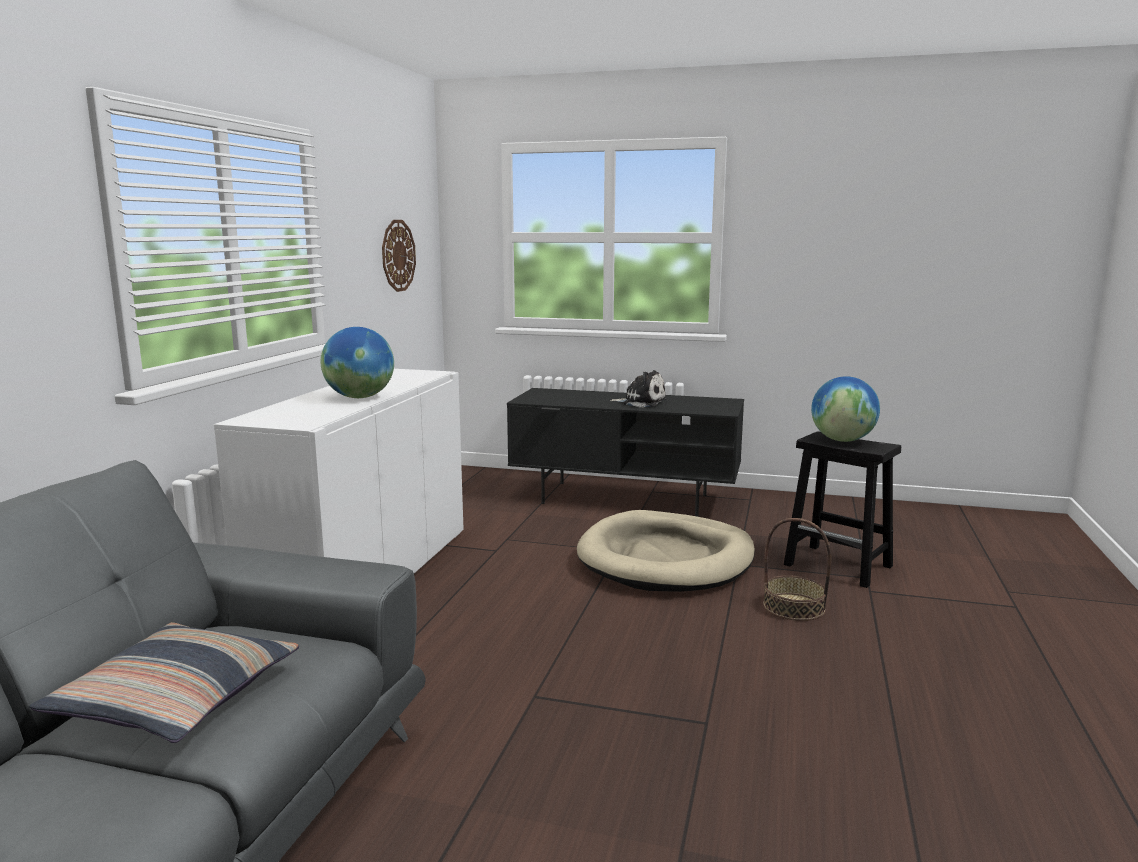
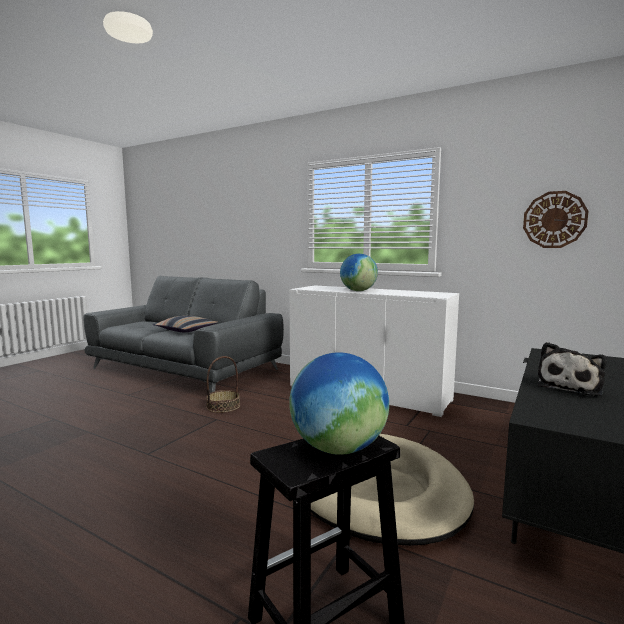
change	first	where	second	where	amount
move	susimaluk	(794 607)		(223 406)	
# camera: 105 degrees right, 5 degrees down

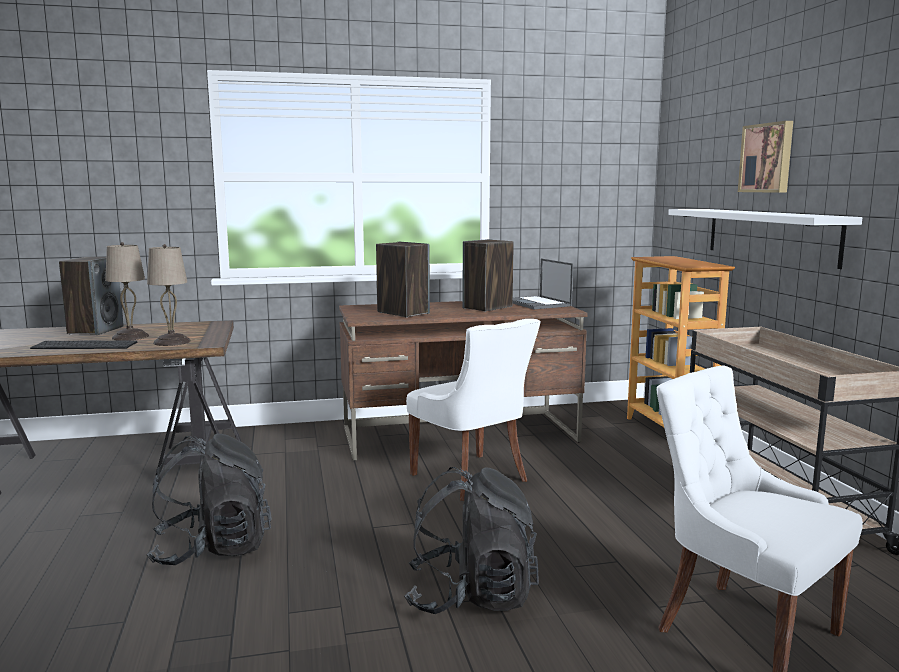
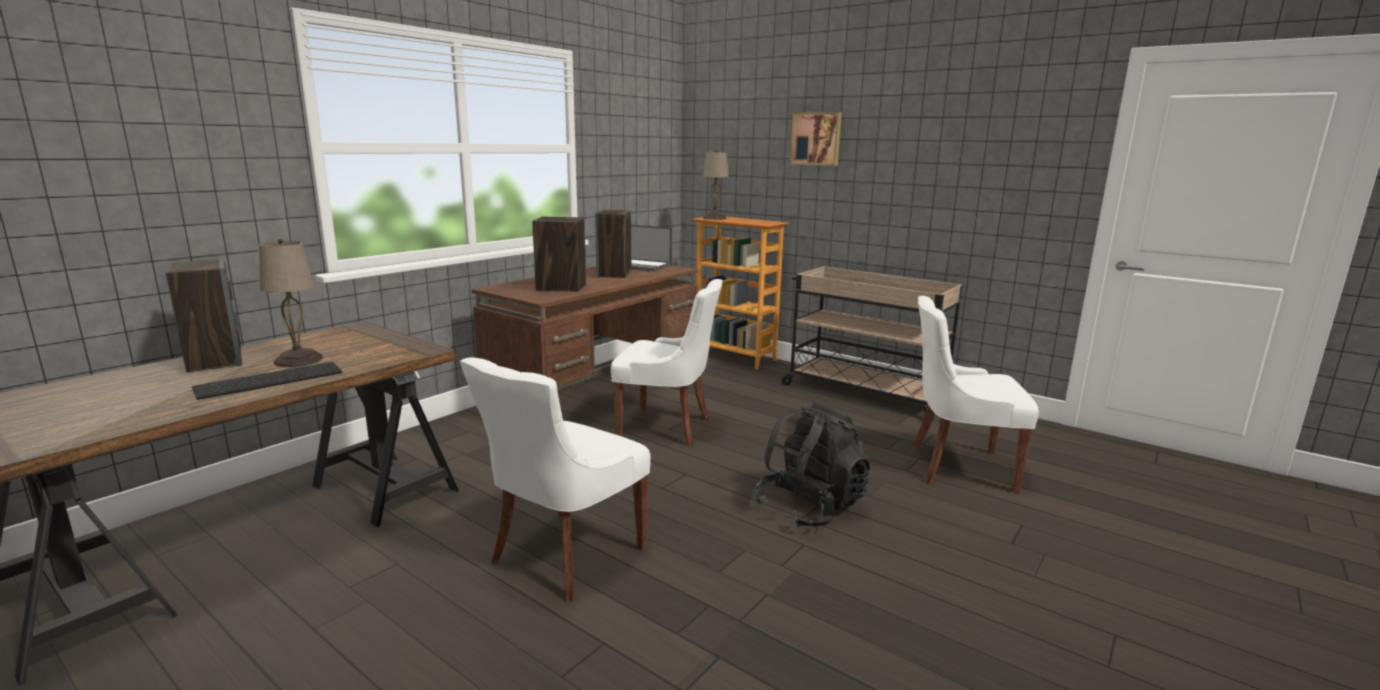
change	first	where	second	where	amount
replace	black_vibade	(212 549)	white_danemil	(564 556)	
move	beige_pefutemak	(172 342)		(715 218)	
delete	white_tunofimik	(770 235)			
# camera: 40 degrees left, 5 degrees up

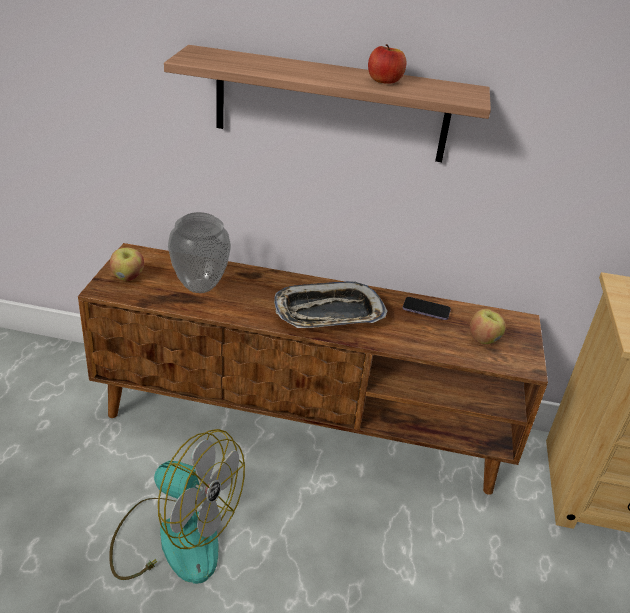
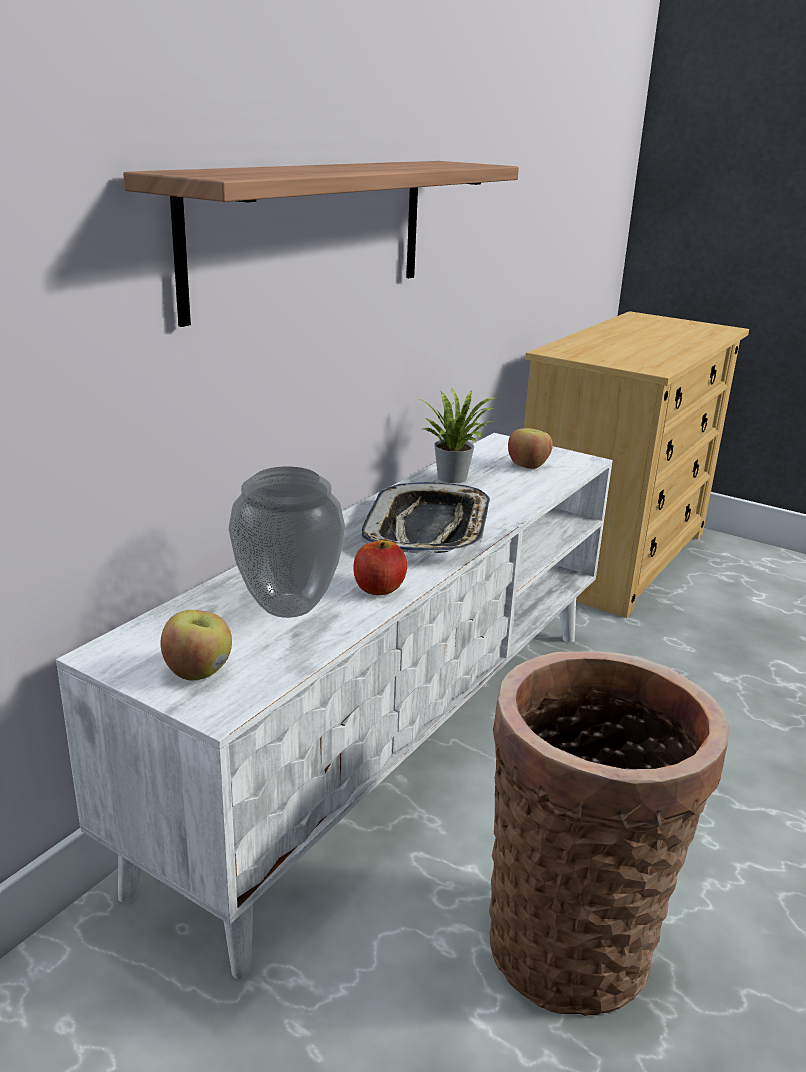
change	first	where	second	where	amount
recolor	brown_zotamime	(304 423)	white_zotamime	(394 739)	
move	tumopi	(384 81)		(379 588)	
replace	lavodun	(426 310)	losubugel	(454 476)	
replace	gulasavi	(174 537)	susimaluk	(573 938)	
# camera: 65 degrees left, 10 degrees down

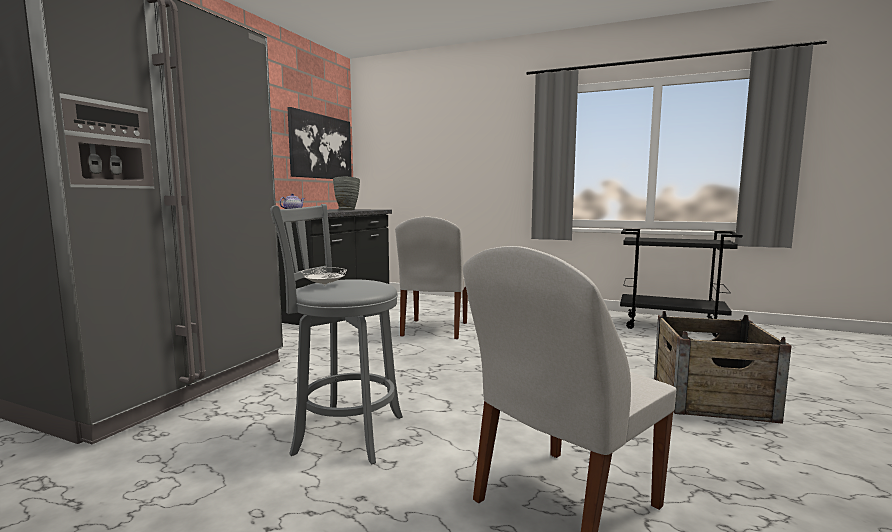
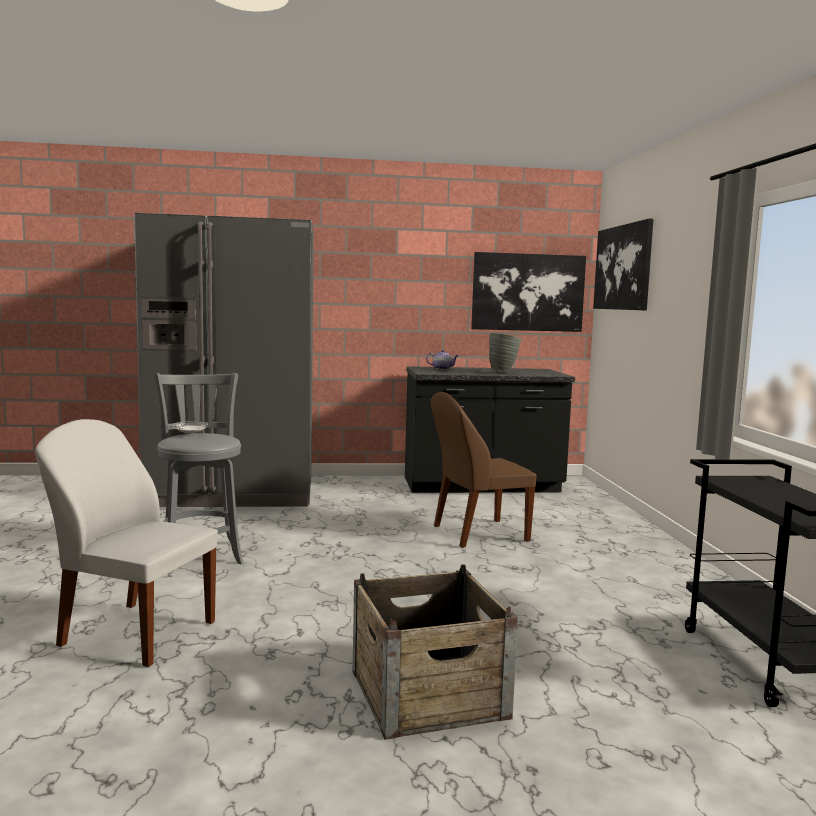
change	first	where	second	where	amount
recolor	white_danemil	(434 330)	brown_danemil	(477 534)	
insert			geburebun	(623 267)	
# camera: 60 degrees right, 0 degrees up

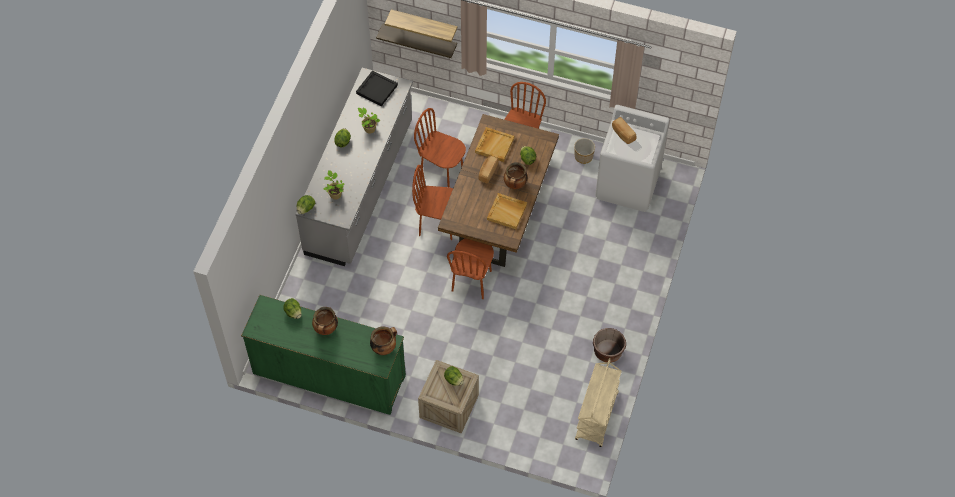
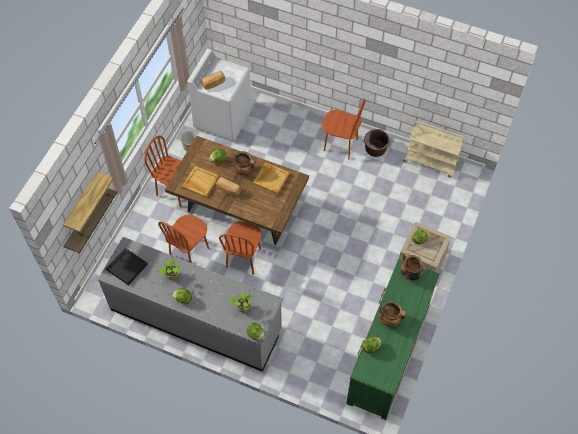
change	first	where	second	where	amount
move	brown_danemil	(472 281)		(340 145)	
# camera: 85 degrees left, 0 degrees up

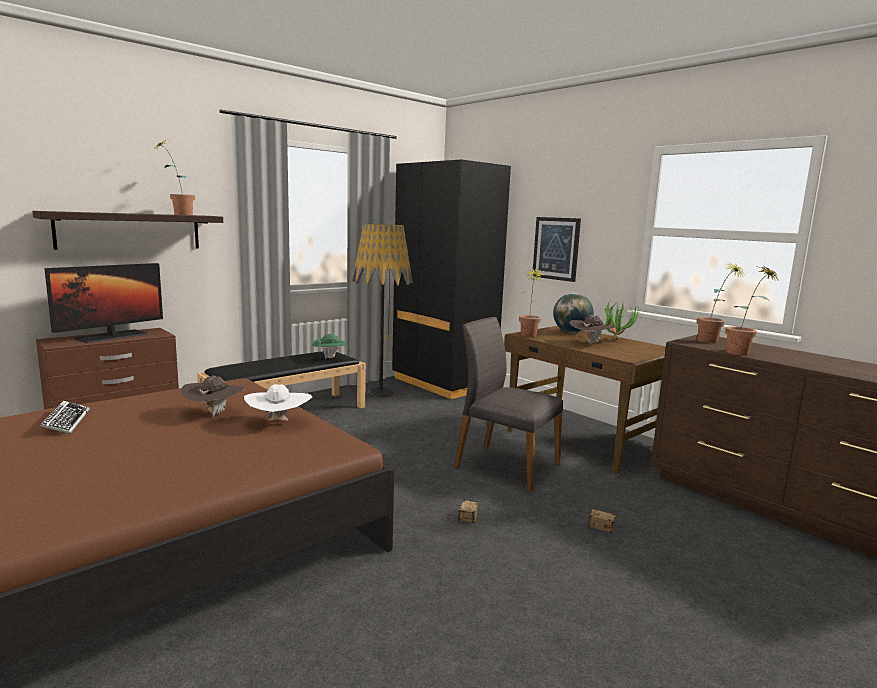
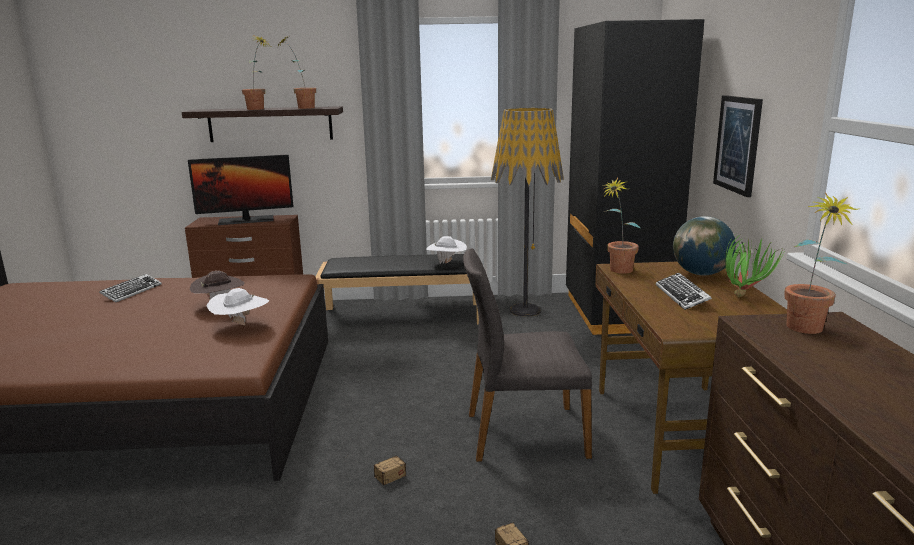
change	first	where	second	where	amount
move	losubugel	(743 352)		(259 109)	
recolor	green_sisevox	(330 358)	white_sisevox	(447 263)	
rotate	grey_danemil	(505 465)		(524 433)	75 degrees counterclockwise
replace	brown_sisevox	(591 343)	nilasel	(682 296)	
# camera: 40 degrees right, 5 degrees up

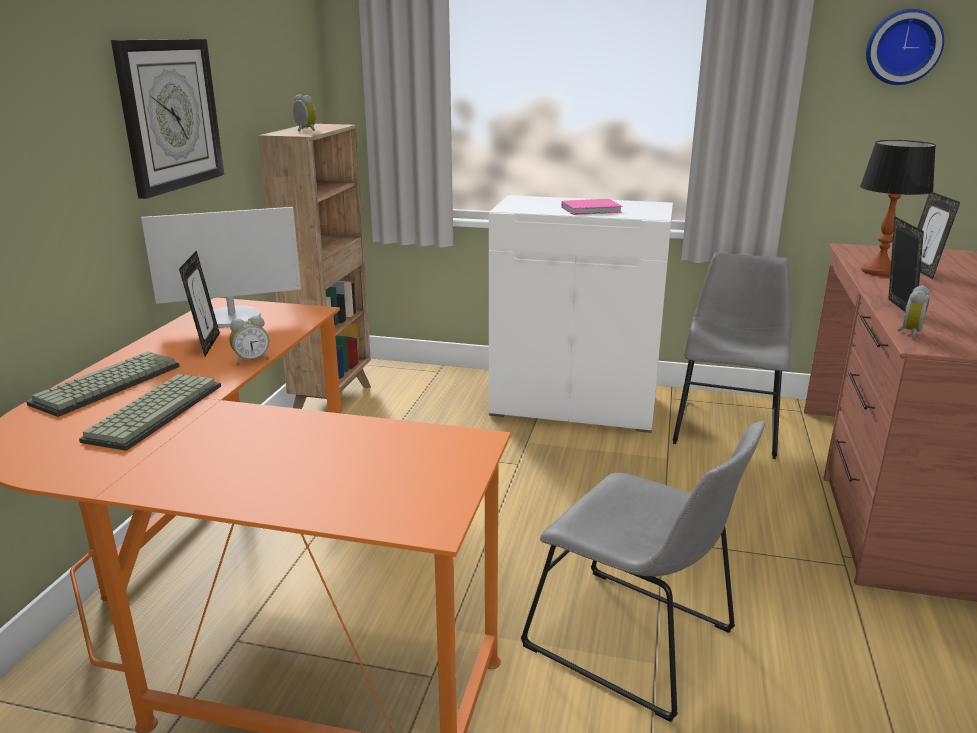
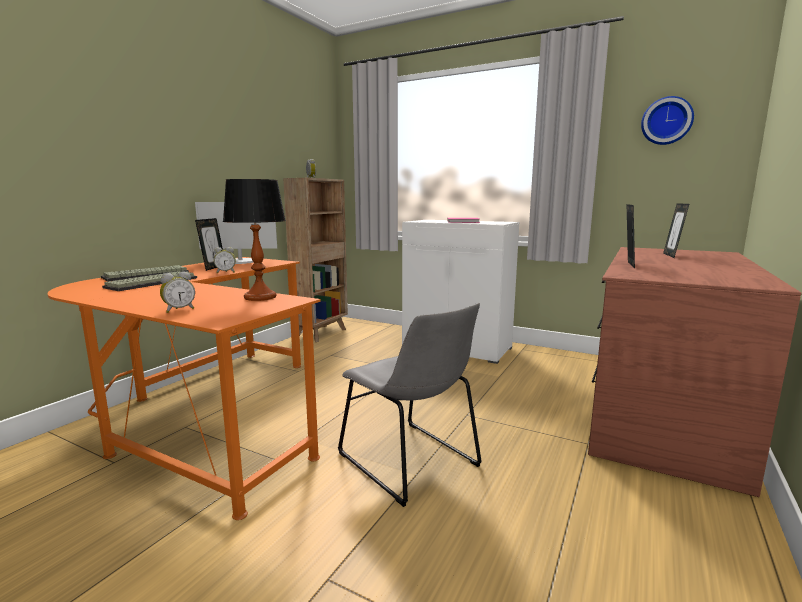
change	first	where	second	where	amount
move	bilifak	(908 333)		(179 310)	
move	pefutemak	(878 271)		(260 297)	
delete	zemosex	(170 115)			
delete	grey_danemil	(726 424)			
# camera: 15 degrees right, 10 degrees down

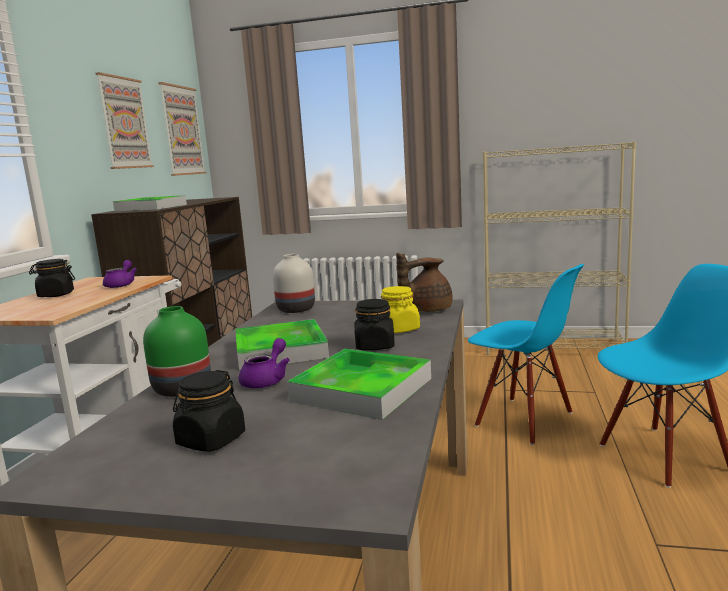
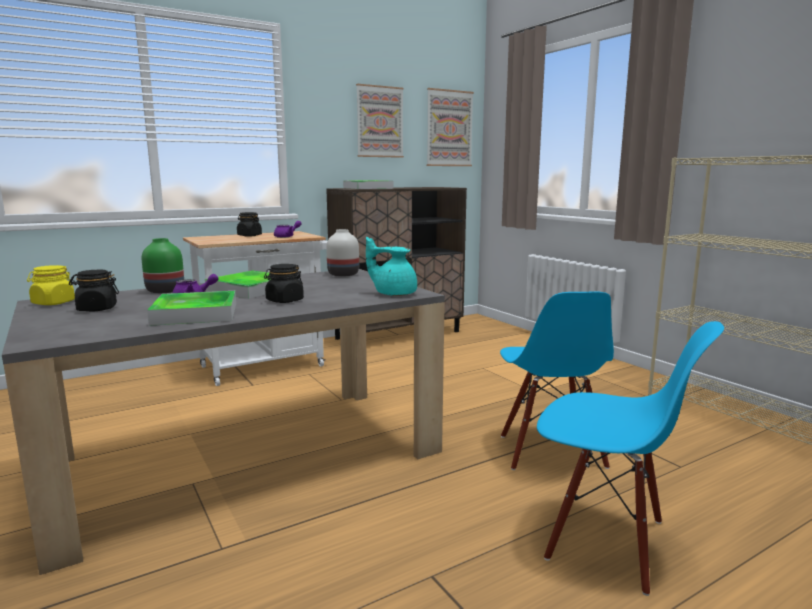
change	first	where	second	where	amount
move	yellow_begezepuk	(399 329)		(53 303)	
recolor	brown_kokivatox	(426 309)	turquoise_kokivatox	(394 293)	
# camera: 45 degrees right, 0 degrees up

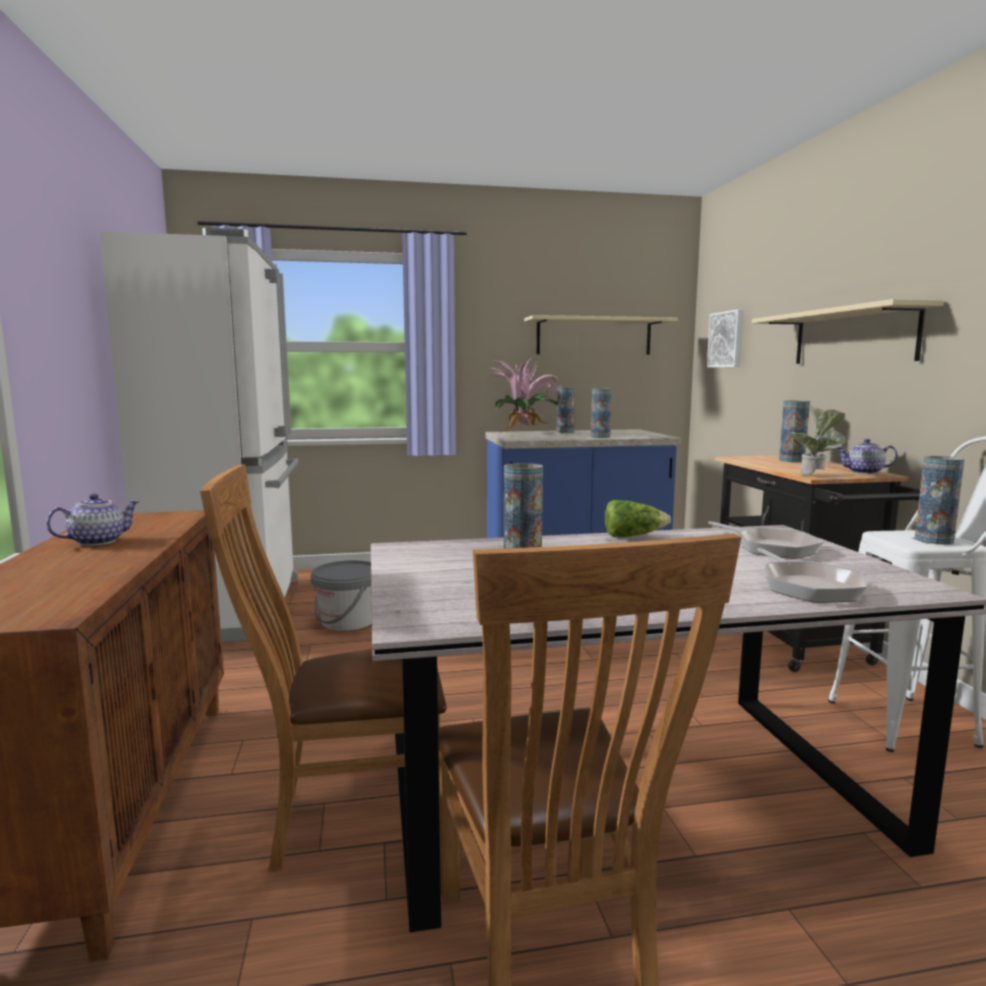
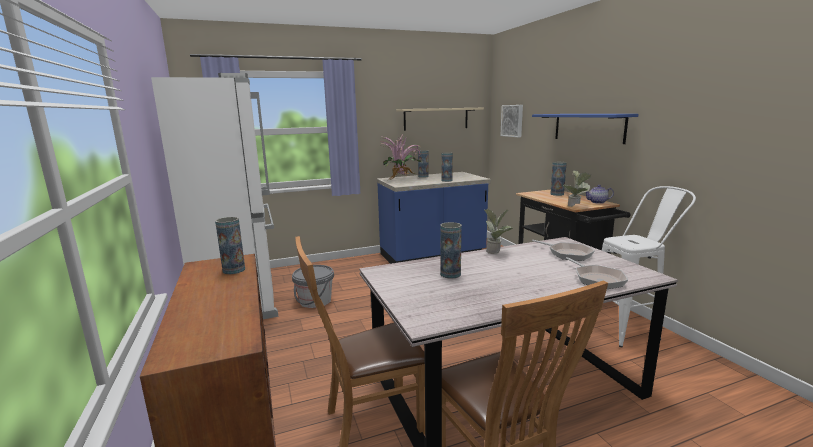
change	first	where	second	where	amount
move	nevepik	(934 540)		(234 270)	
replace	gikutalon	(633 536)	losubugel	(496 251)	
recolor	beige_tunofimik	(853 337)	blue_tunofimik	(588 127)	
delete	kokivatox	(98 541)			
# camera: 10 degrees left, 5 degrees up

